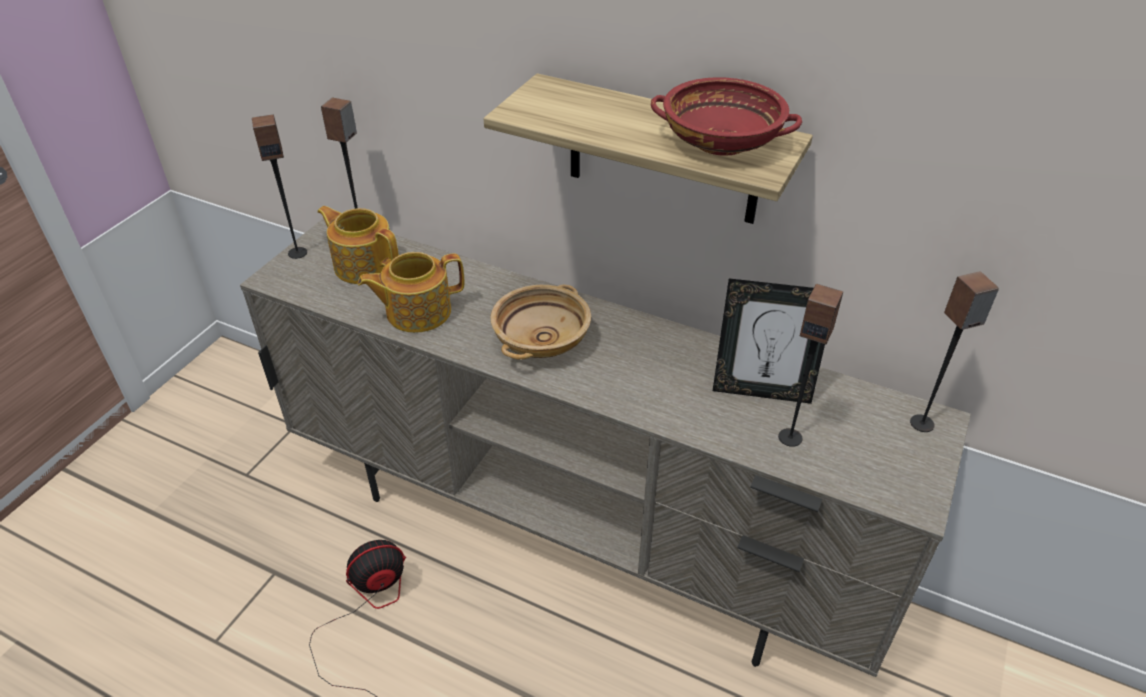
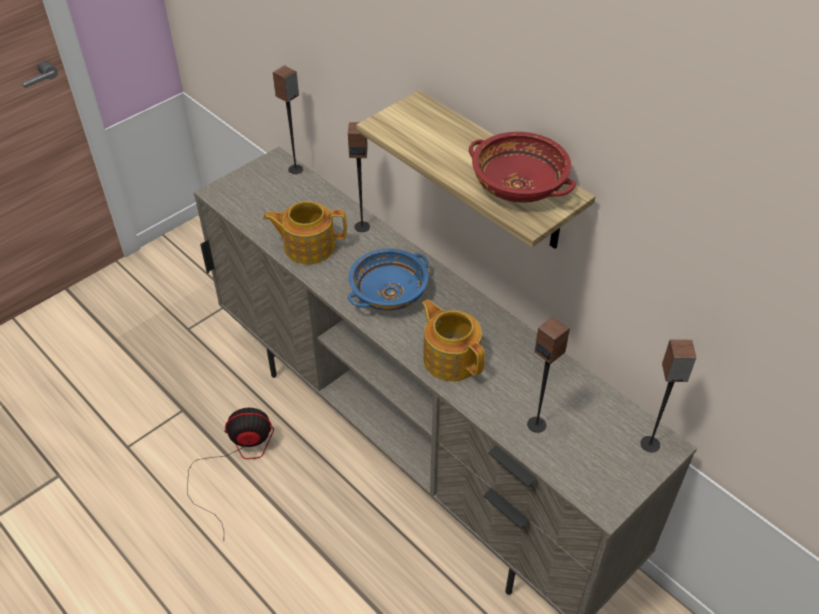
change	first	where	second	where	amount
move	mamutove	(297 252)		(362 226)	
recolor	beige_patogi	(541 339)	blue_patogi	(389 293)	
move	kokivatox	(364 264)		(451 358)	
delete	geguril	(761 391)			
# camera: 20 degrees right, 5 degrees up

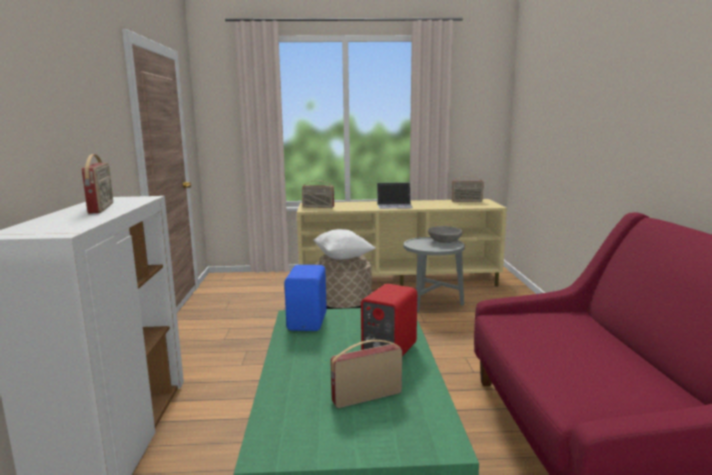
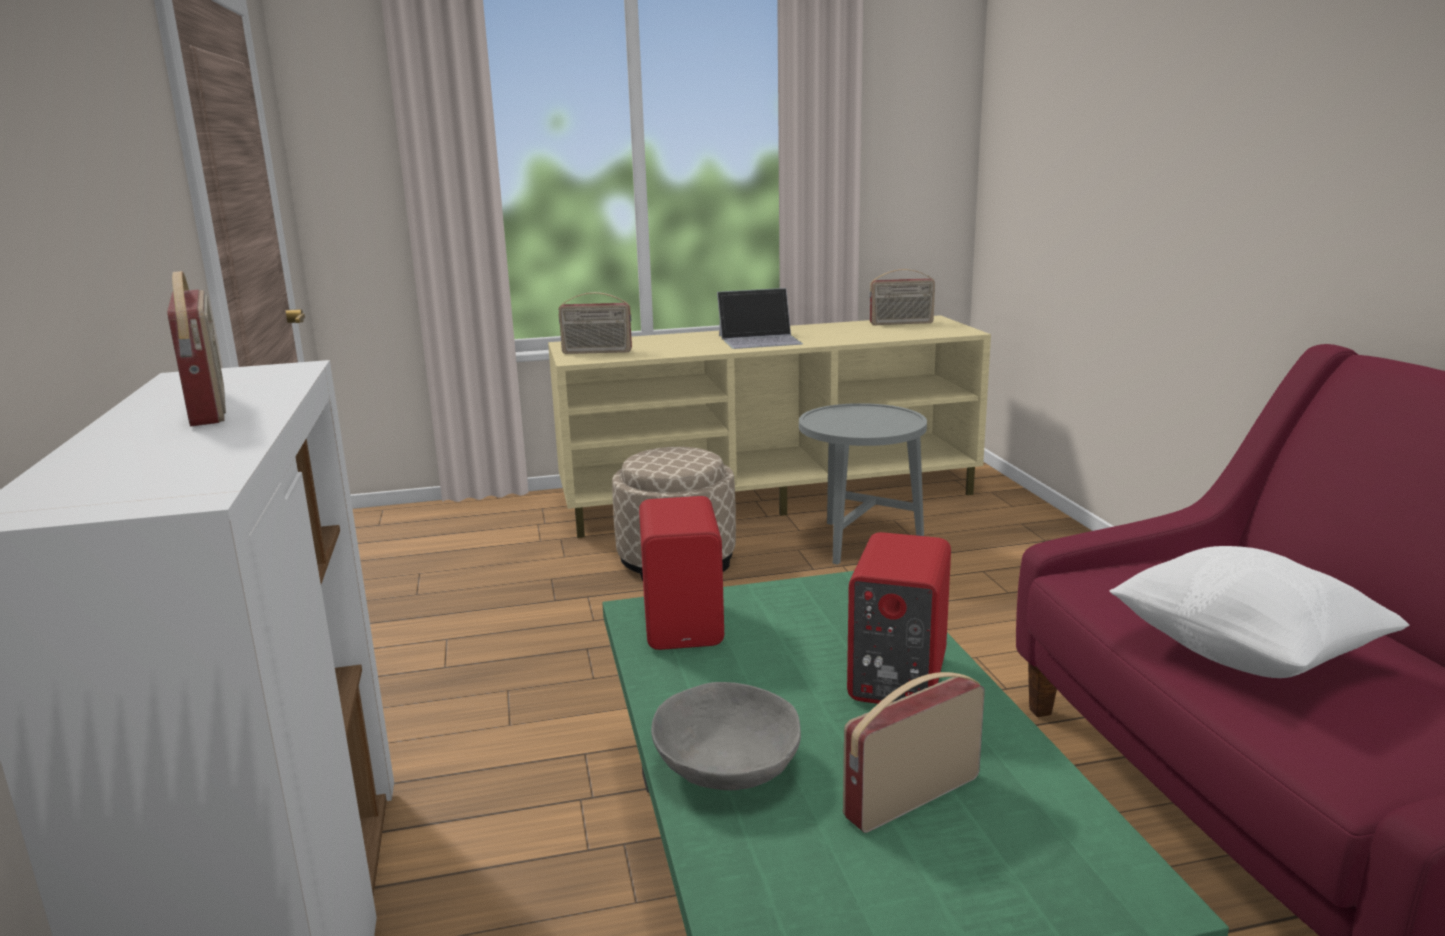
change	first	where	second	where	amount
recolor	blue_mamutove	(309 321)	red_mamutove	(685 624)	
move	grey_patogi	(444 241)		(727 766)	
move	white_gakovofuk	(342 257)		(1244 654)	
# camera: 10 degrees left, 5 degrees up

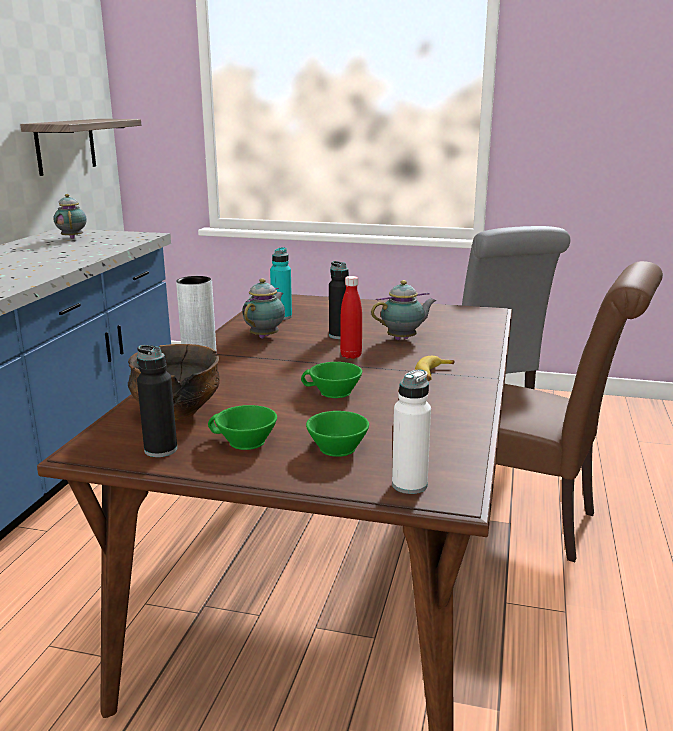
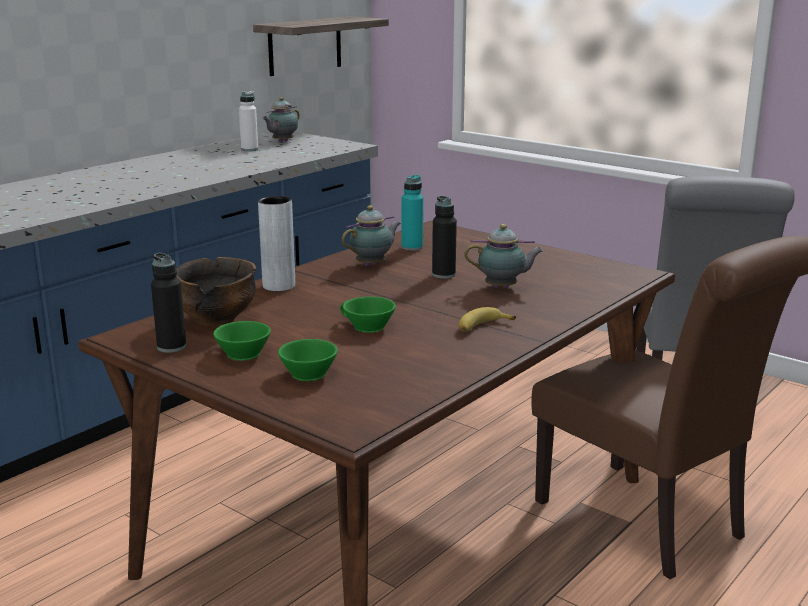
change	first	where	second	where	amount
move	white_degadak	(409 485)		(249 149)	
rotate	kokivatox	(72 238)		(282 142)	150 degrees counterclockwise
delete	red_degadak	(351 355)			
# camera: 25 degrees right, 0 degrees up

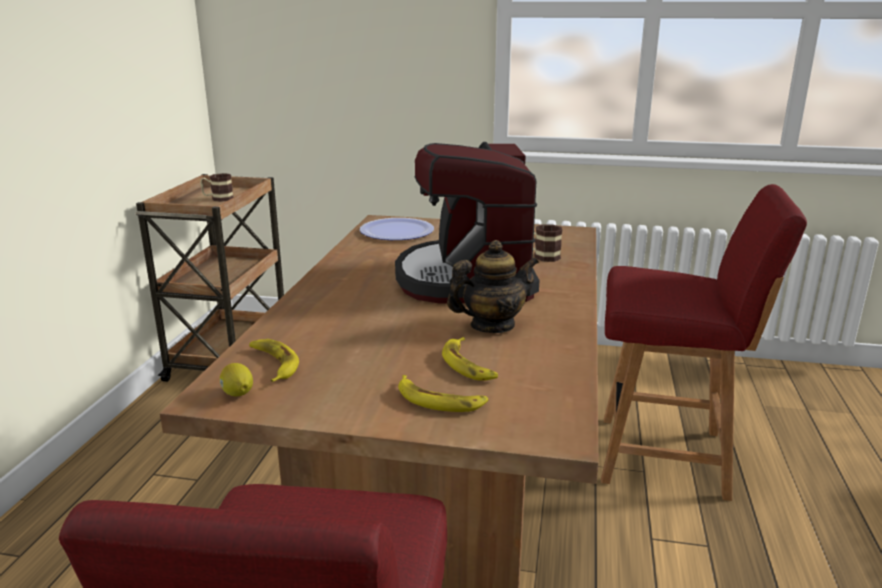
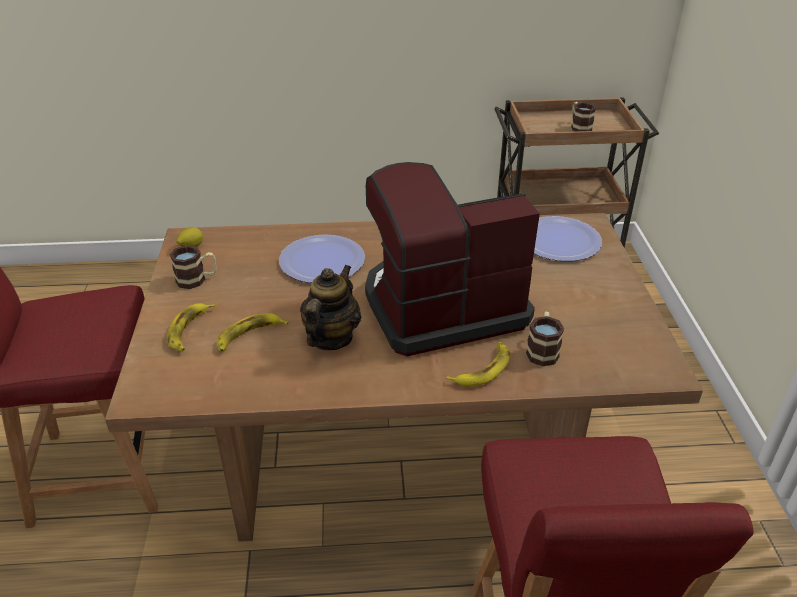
change	first	where	second	where	amount
insert			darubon	(197 279)	
insert			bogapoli	(322 261)	
rotate	kokivatox	(492 325)		(331 338)	120 degrees counterclockwise
move	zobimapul	(273 364)		(483 369)	
# camera: 75 degrees right, 15 degrees up

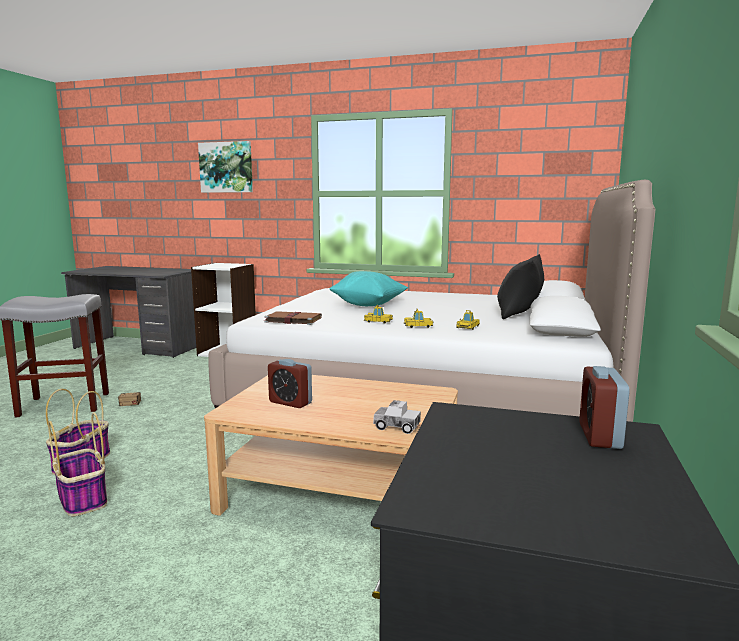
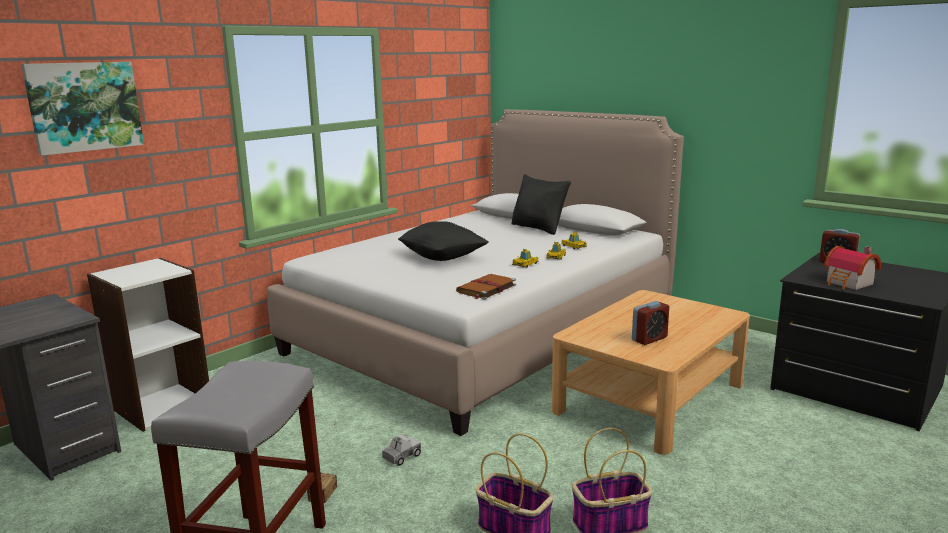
change	first	where	second	where	amount
move	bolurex	(396 427)		(402 457)	
recolor	turquoise_gakovofuk	(369 305)	black_gakovofuk	(442 258)	
insert			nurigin	(849 283)	
# camera: 65 degrees left, 5 degrees up

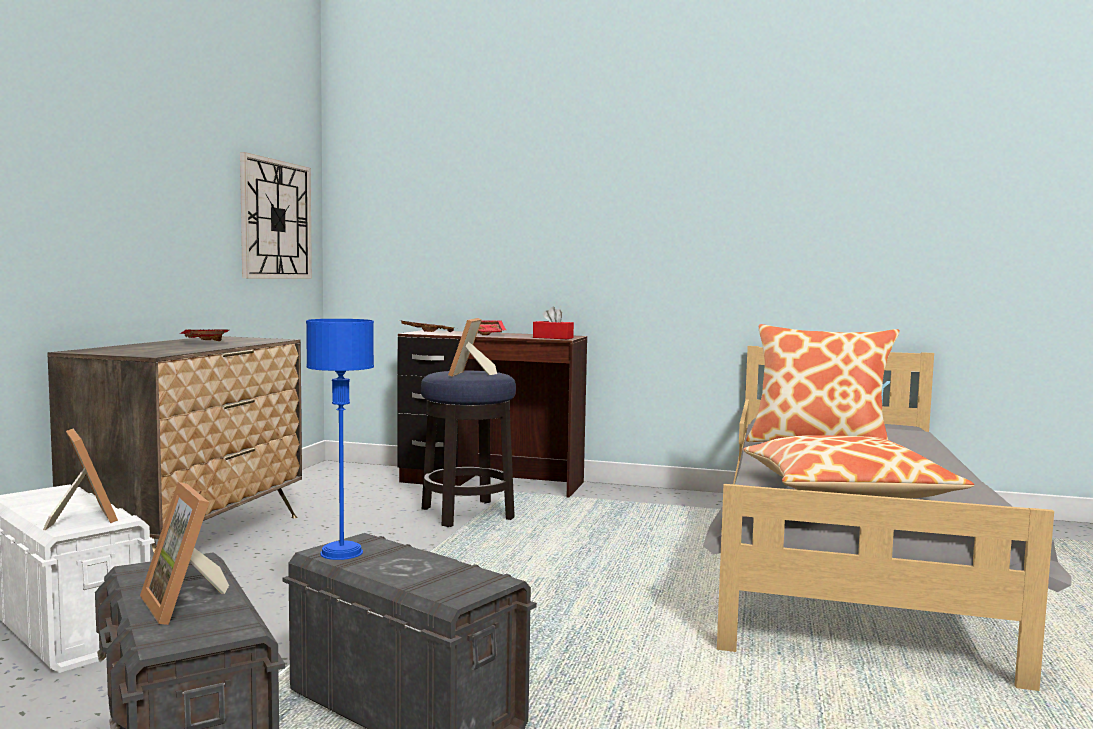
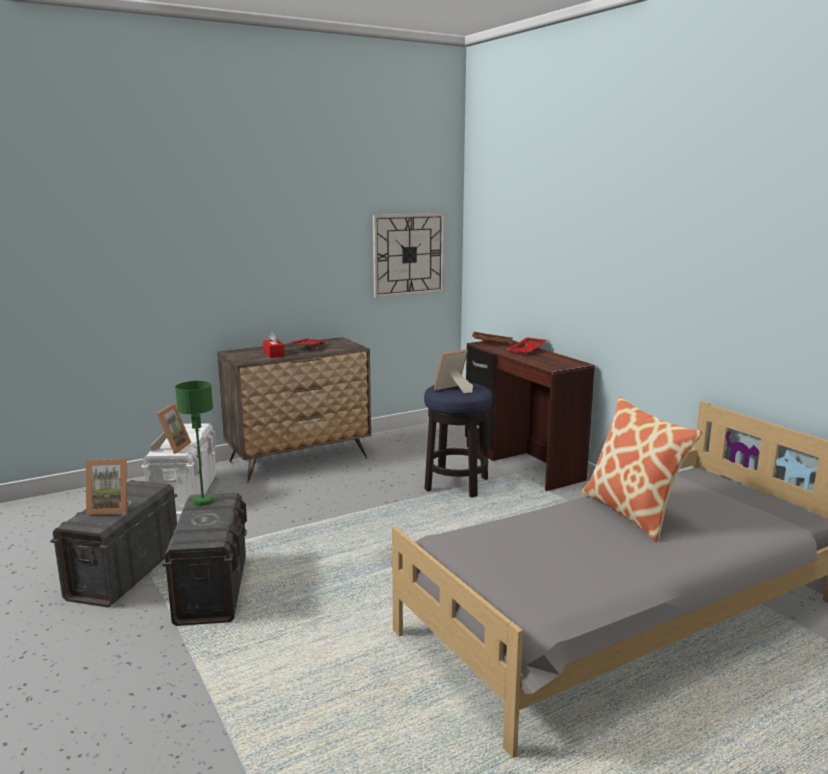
change	first	where	second	where	amount
rotate	geguril	(187 604)		(110 508)	105 degrees counterclockwise
recolor	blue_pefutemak	(342 553)	green_pefutemak	(203 501)	
move	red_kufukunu	(553 338)		(273 354)	
delete	gakovofuk	(846 491)			
# camera: 45 degrees right, 10 degrees up

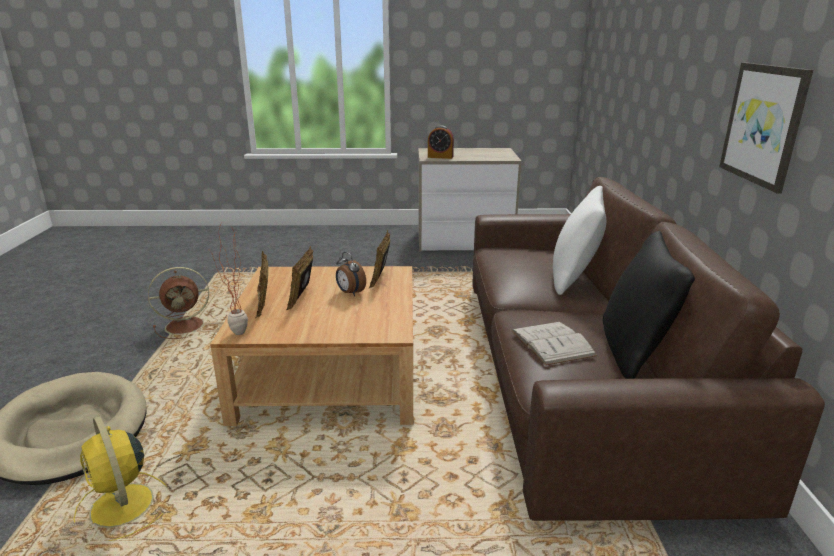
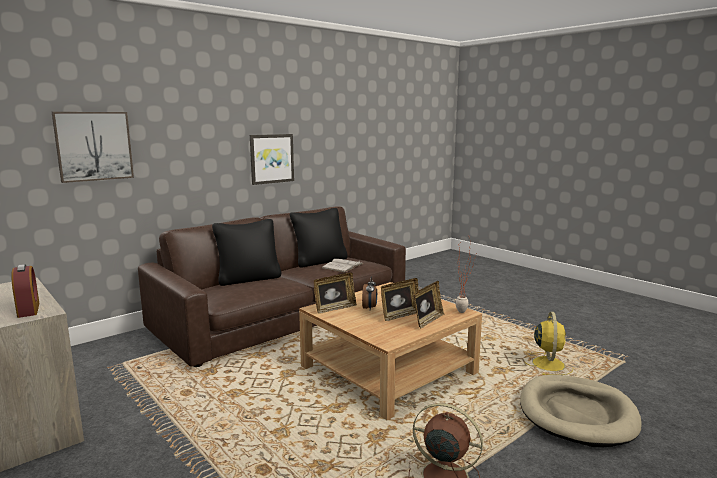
change	first	where	second	where	amount
insert			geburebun	(94 146)	
recolor	white_gakovofuk	(574 279)	black_gakovofuk	(248 279)	
# camera: 130 degrees left, 10 degrees down

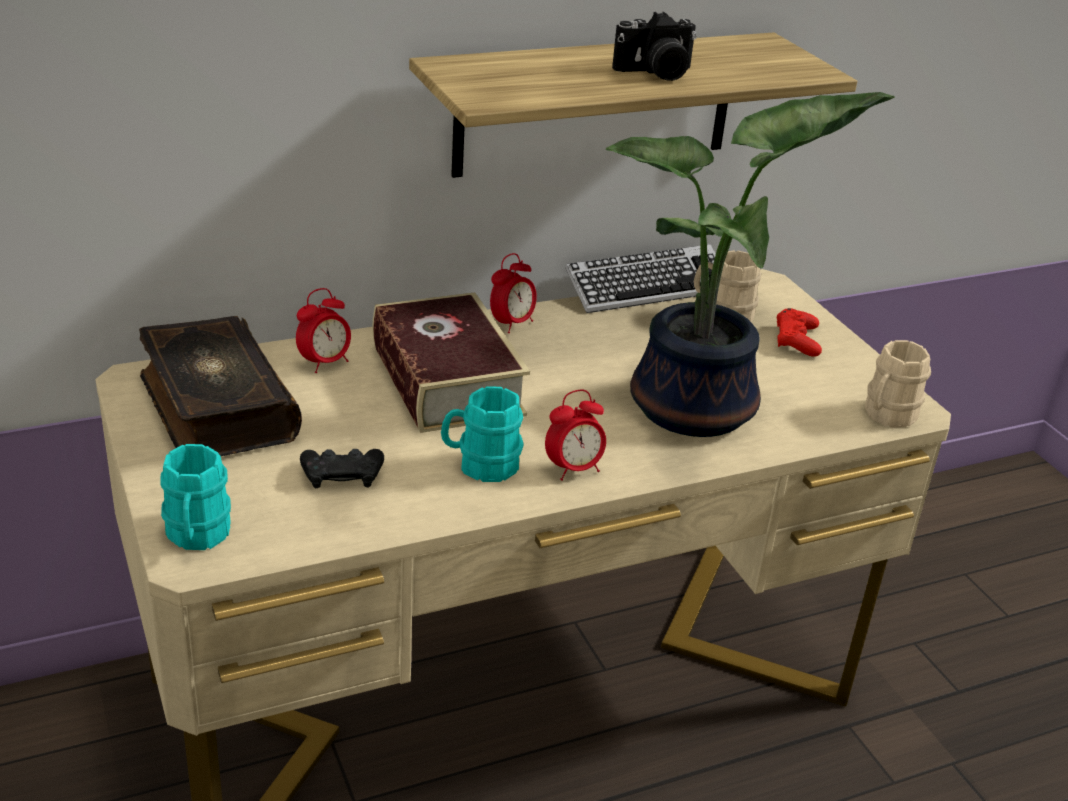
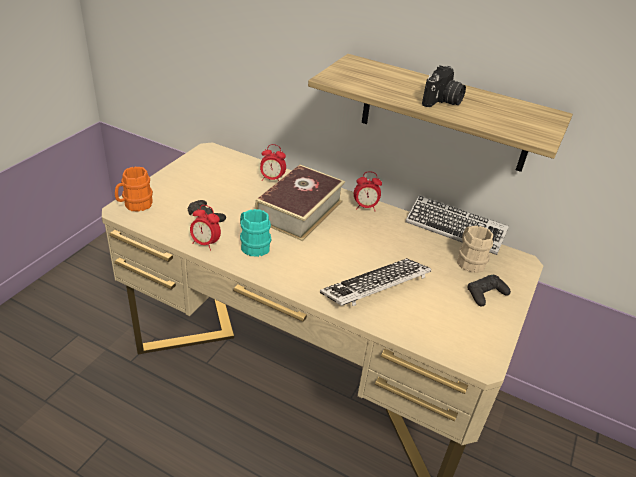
change	first	where	second	where	amount
recolor	turquoise_darubon	(196 536)	orange_darubon	(135 205)	
move	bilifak	(573 469)		(205 243)	
replace	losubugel	(700 410)	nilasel	(375 287)	
rotate	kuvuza	(656 73)		(442 101)	90 degrees counterclockwise
recolor	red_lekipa	(797 340)	black_lekipa	(486 294)	
delete	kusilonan	(215 407)			
delete	beige_darubon	(886 415)			
# camera: 50 degrees right, 5 degrees up

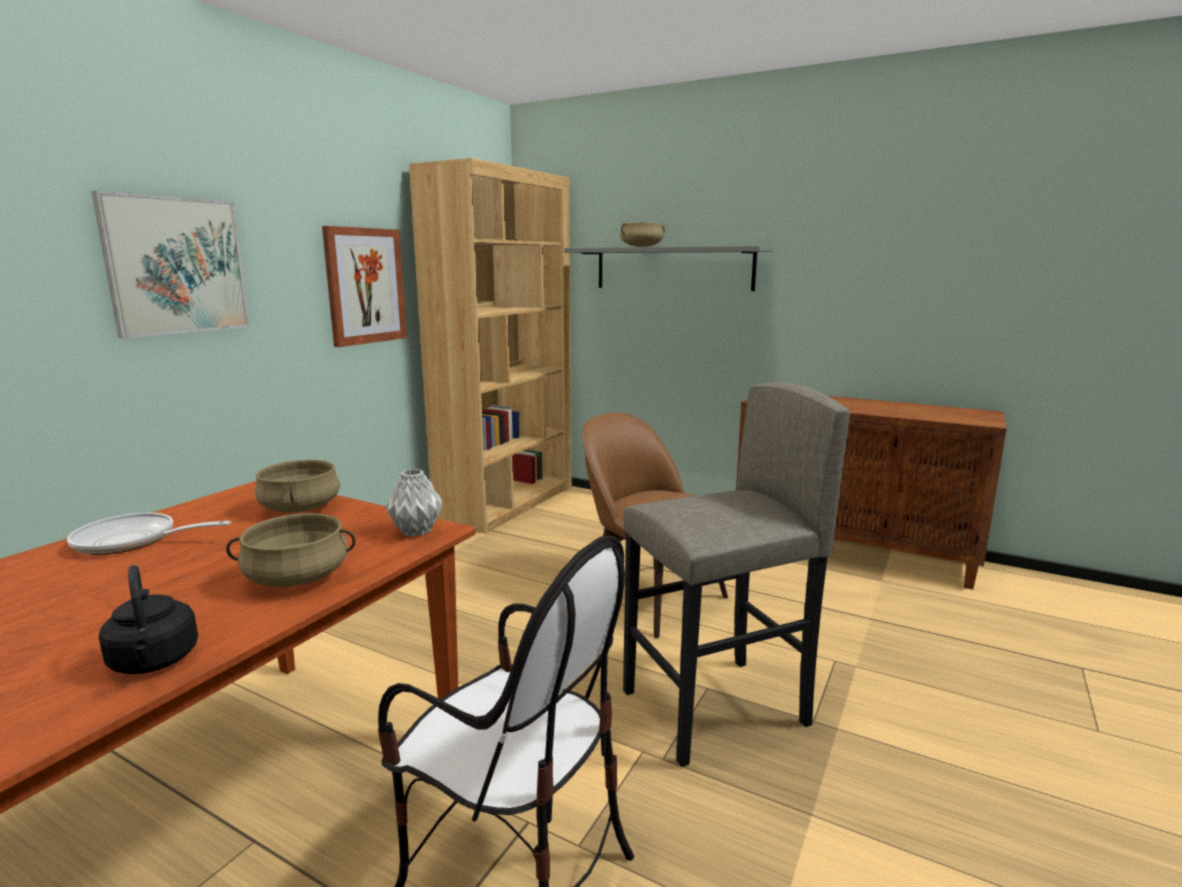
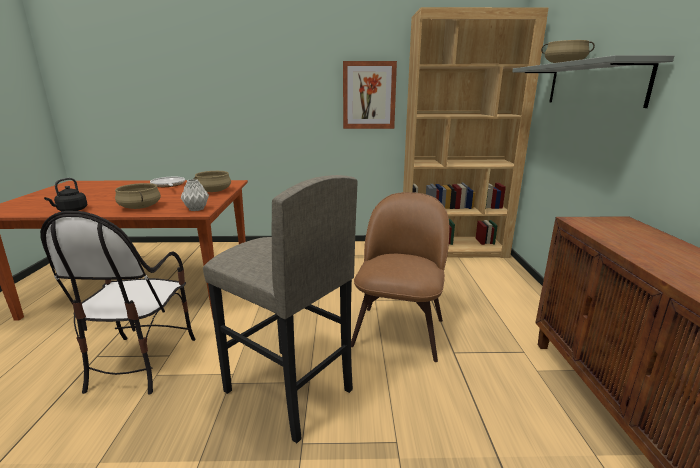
change	first	where	second	where	amount
delete	geburebun	(176 266)			
# camera: 60 degrees right, 5 degrees up

